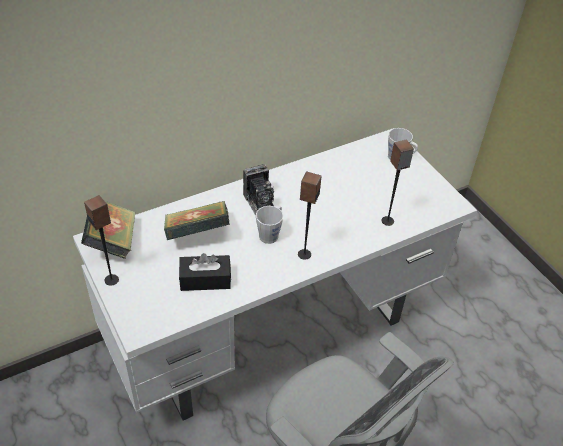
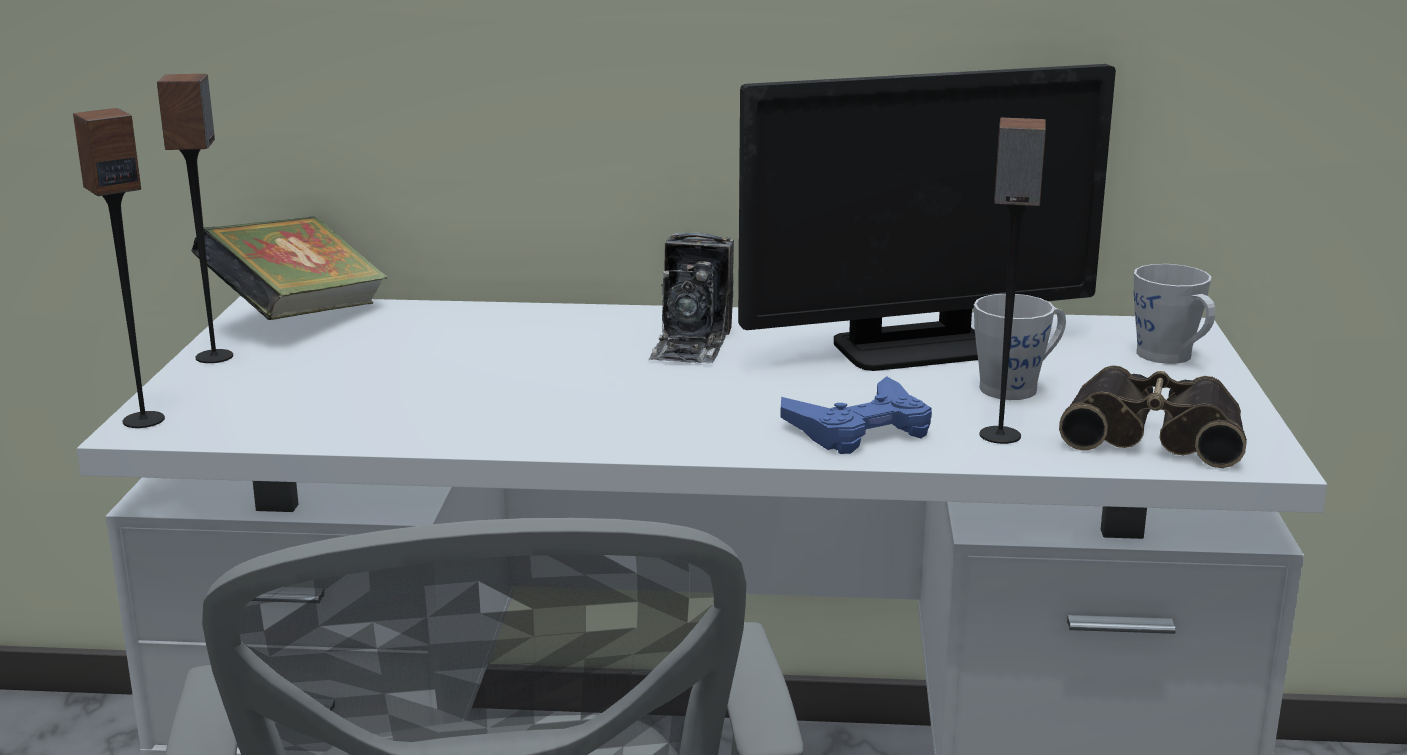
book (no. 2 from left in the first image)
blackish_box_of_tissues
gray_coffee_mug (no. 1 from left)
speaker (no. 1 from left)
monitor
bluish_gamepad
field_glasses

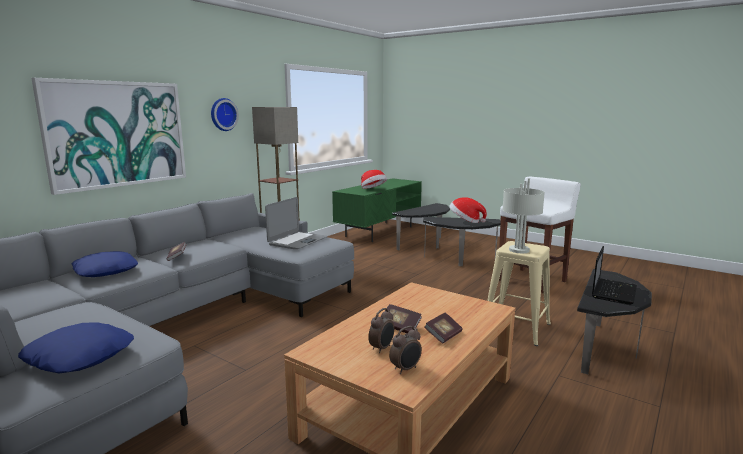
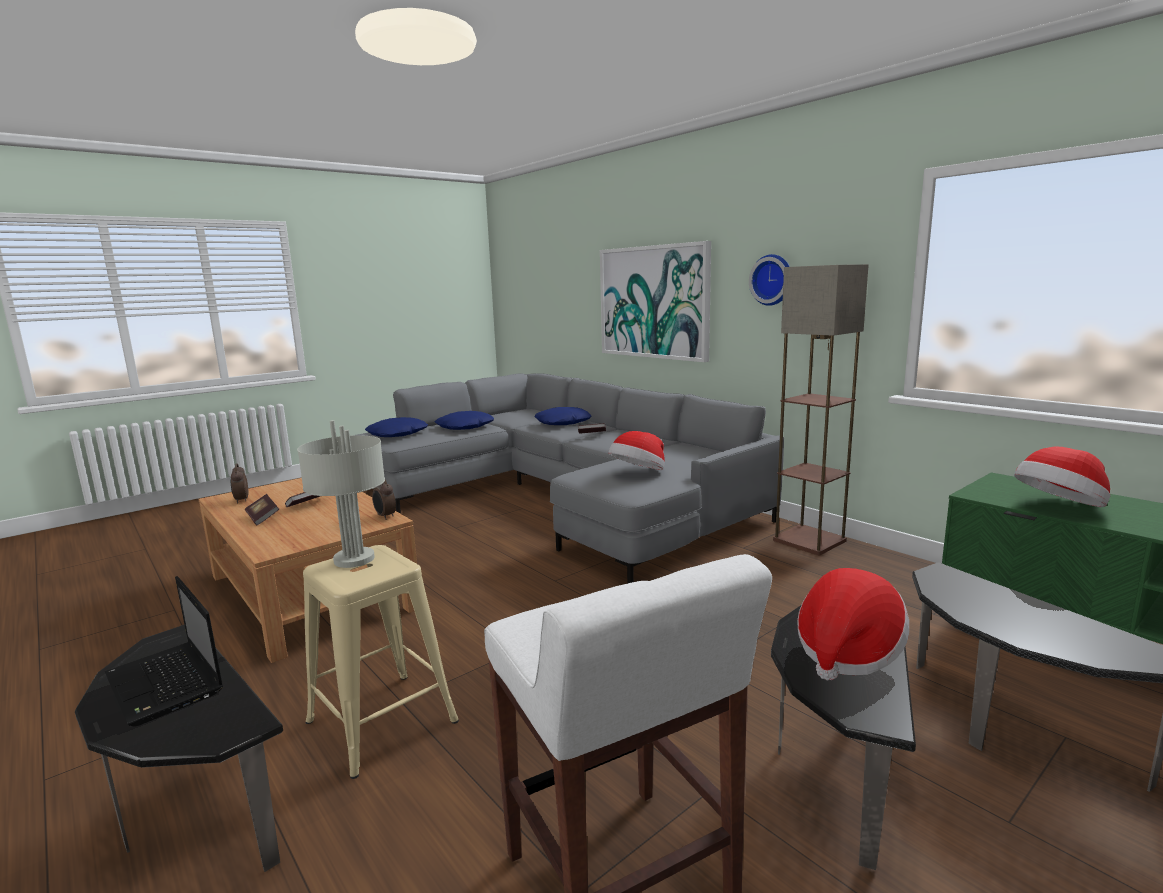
wearable_hat (no. 1 from left)
alarm_clock (no. 2 from left)
bluish_cushion (no. 2 from left)

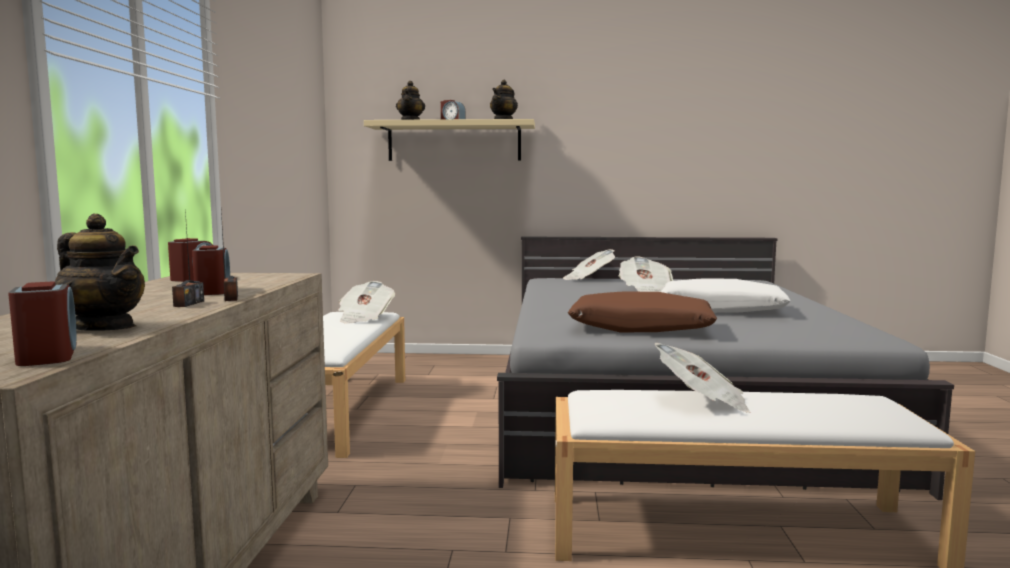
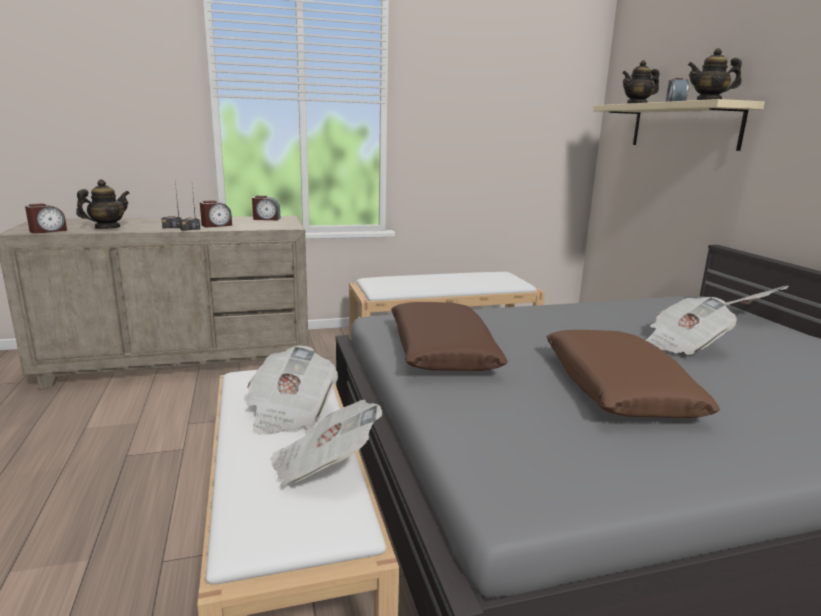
tea_pot (no. 1 from left)
daily_paper (no. 2 from left)
brown-coloured_cushion (no. 2 from left)

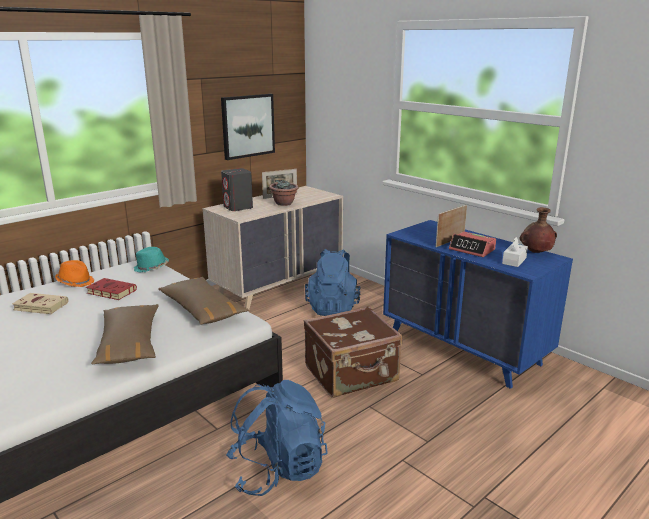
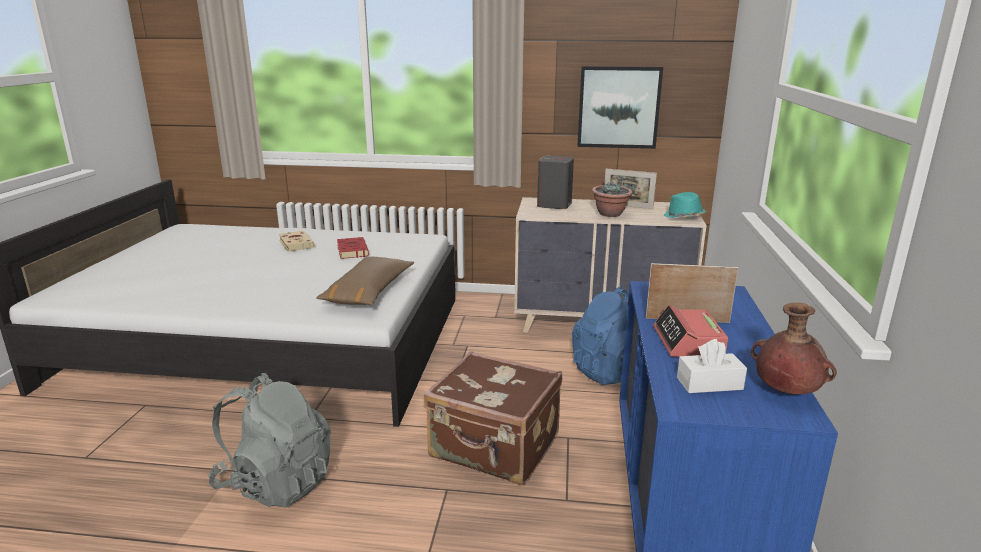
orange_wearable_hat
brown-coloured_cushion (no. 1 from left in the first image)
turquoise-coloured_wearable_hat
gray_rucksack

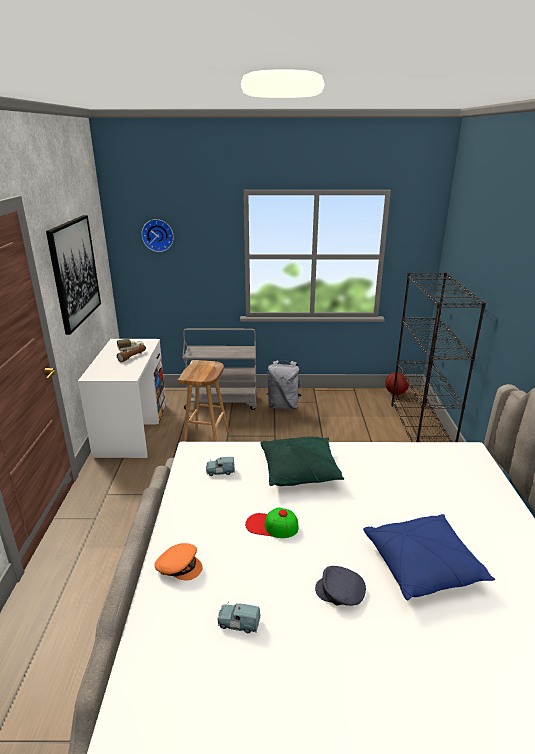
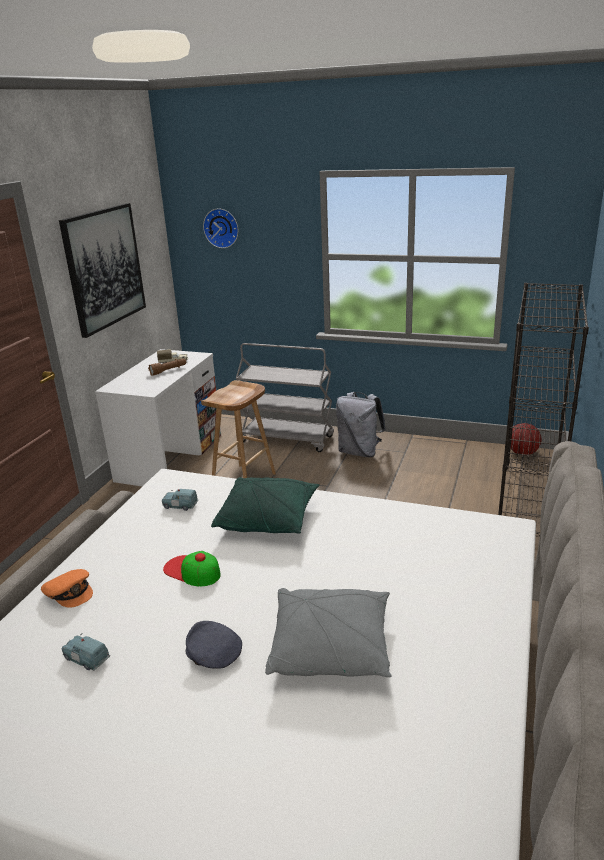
gray_cushion

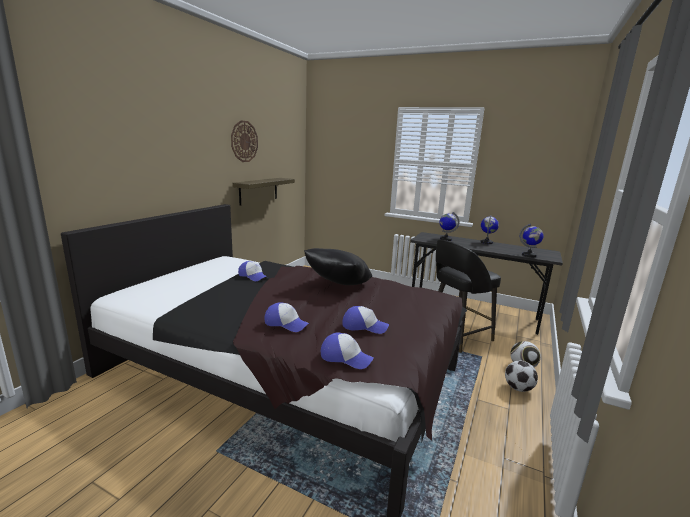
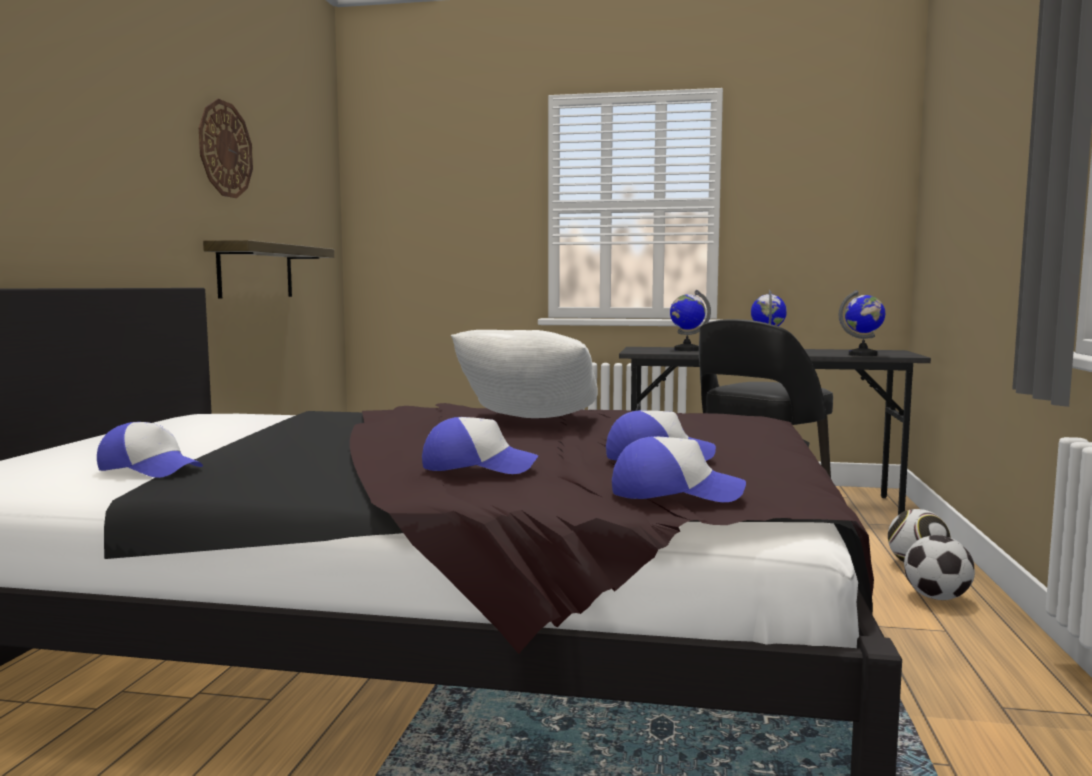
cap (no. 1 from left)
white_cushion

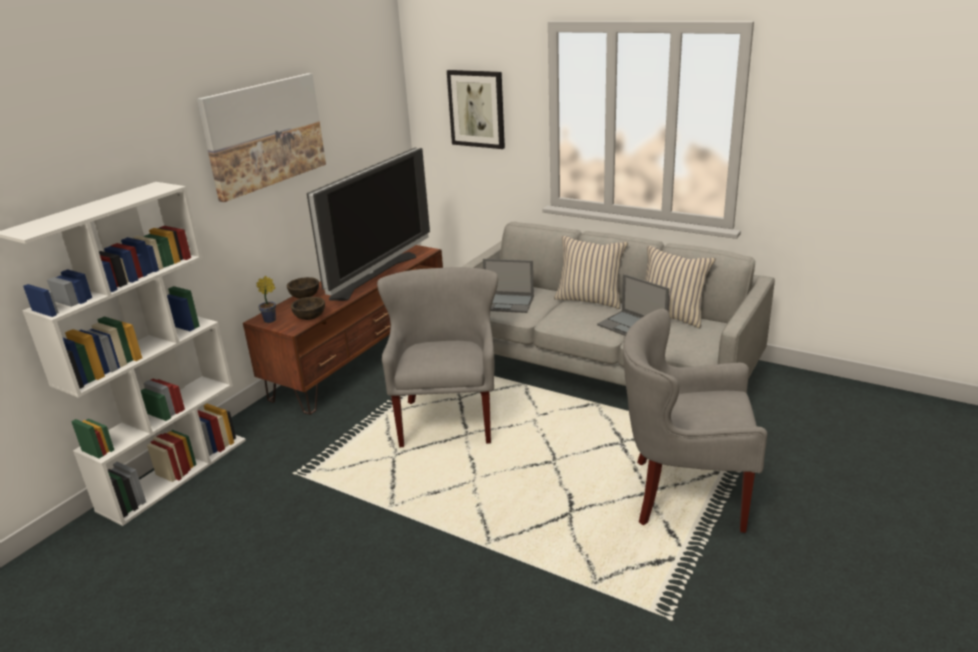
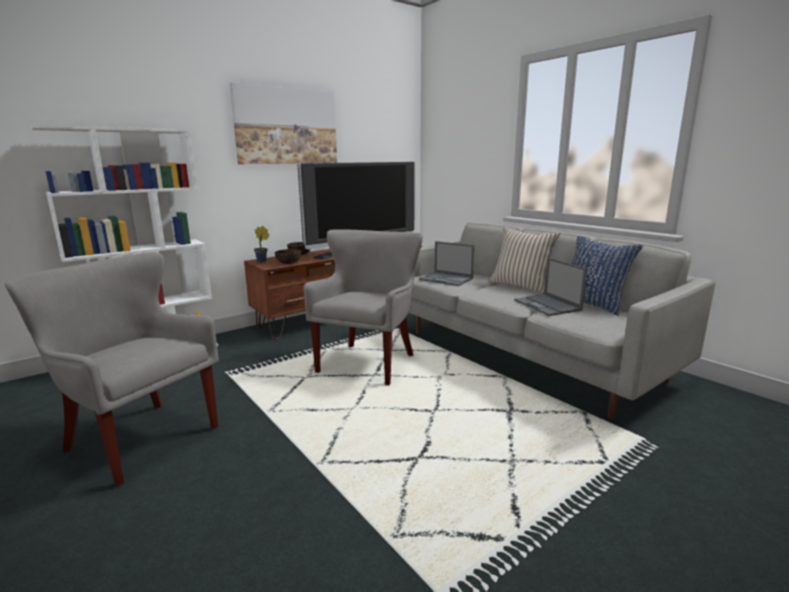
wall_art (no. 2 from left in the first image)
gray_lounge_chair (no. 1 from left)
bluish_cushion

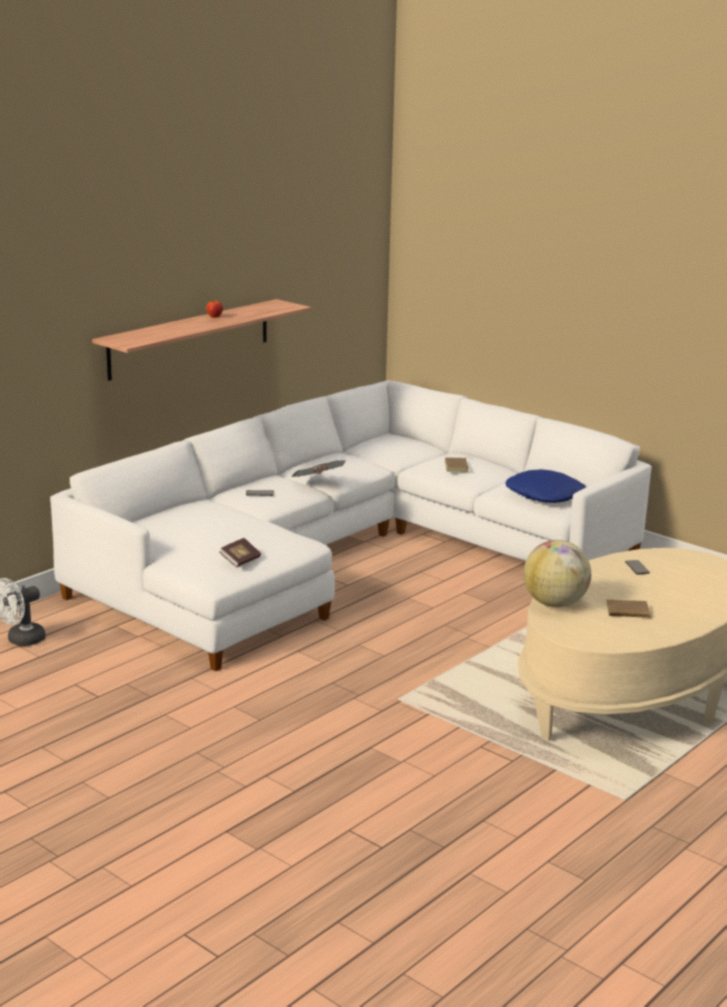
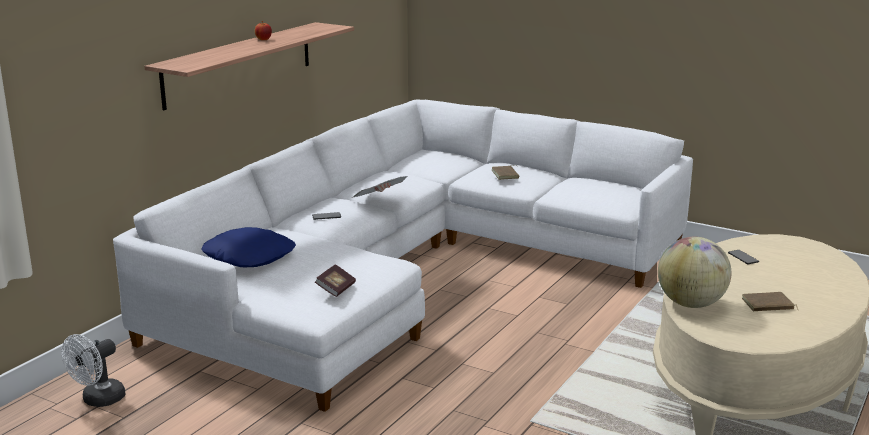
bluish_cushion

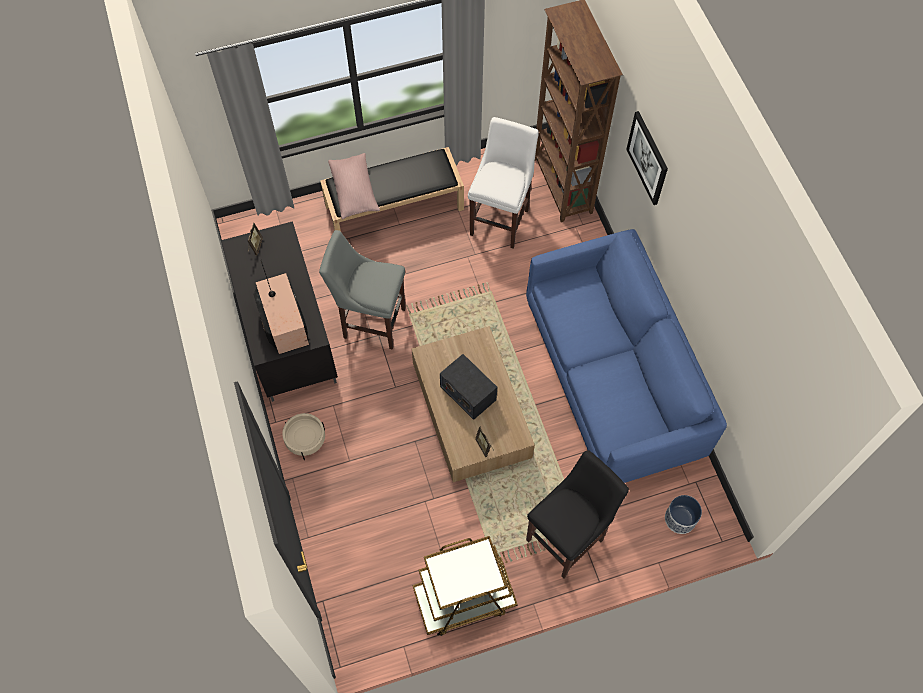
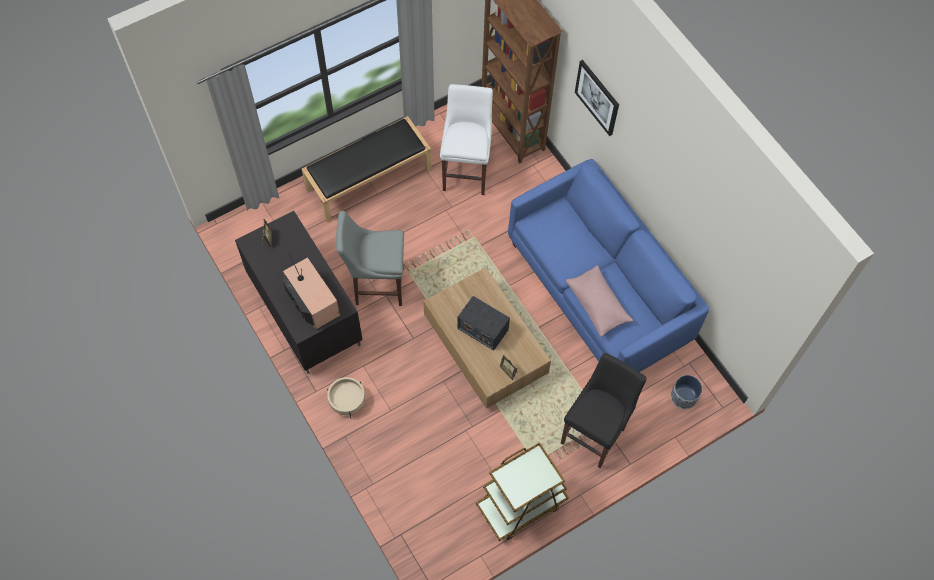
pink-coloured_cushion

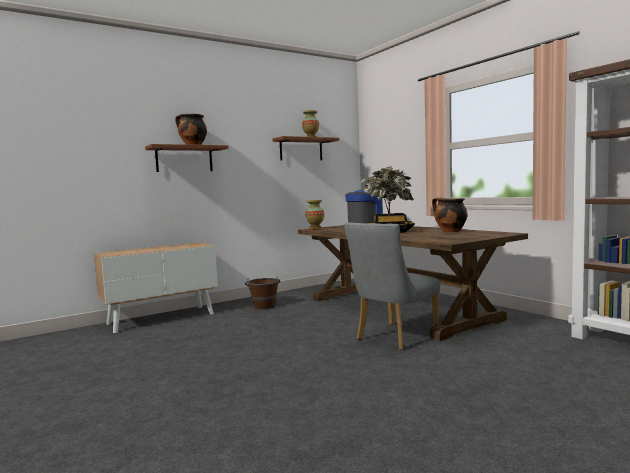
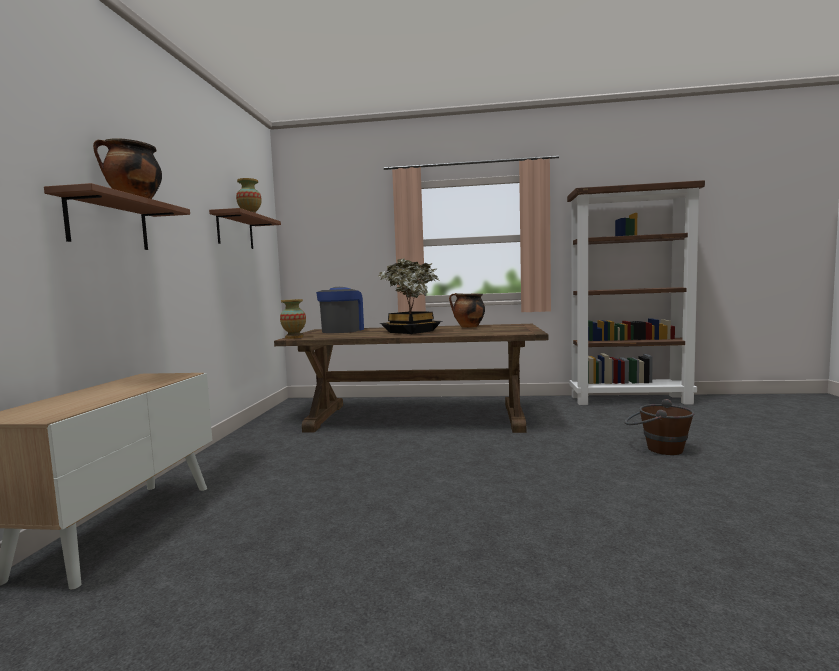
brown-coloured_pail
gray_upright_chair

